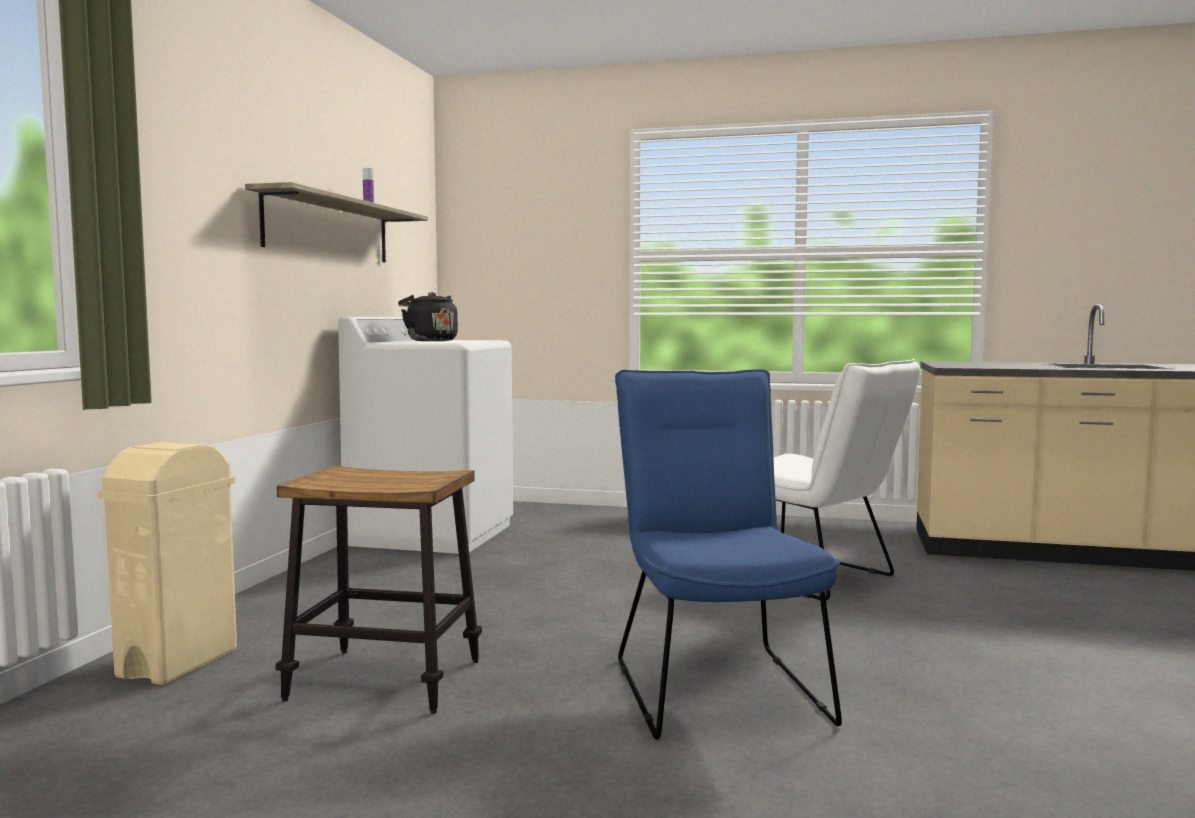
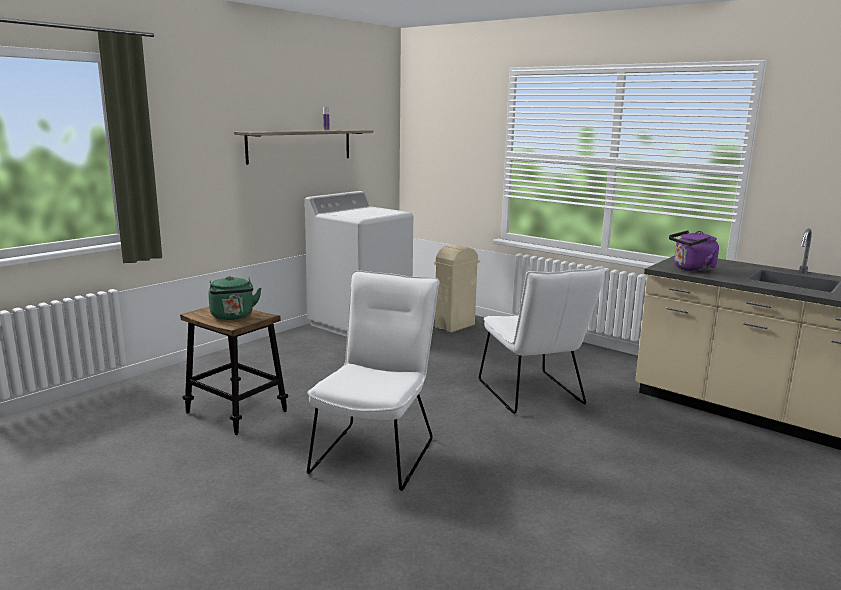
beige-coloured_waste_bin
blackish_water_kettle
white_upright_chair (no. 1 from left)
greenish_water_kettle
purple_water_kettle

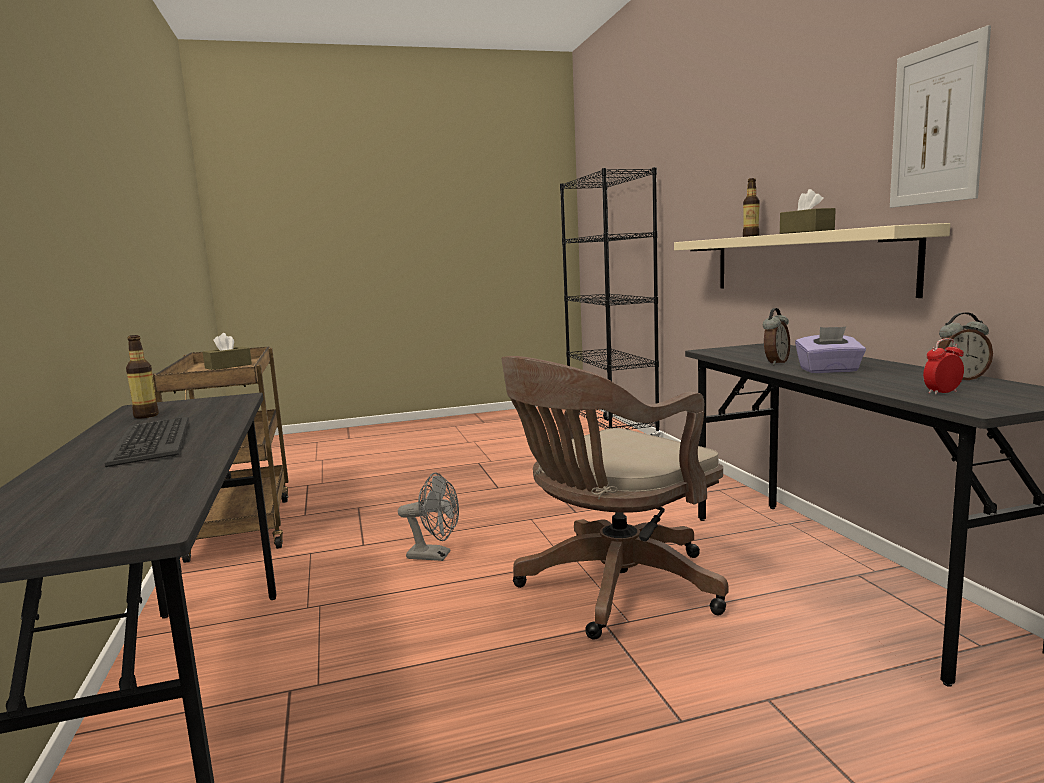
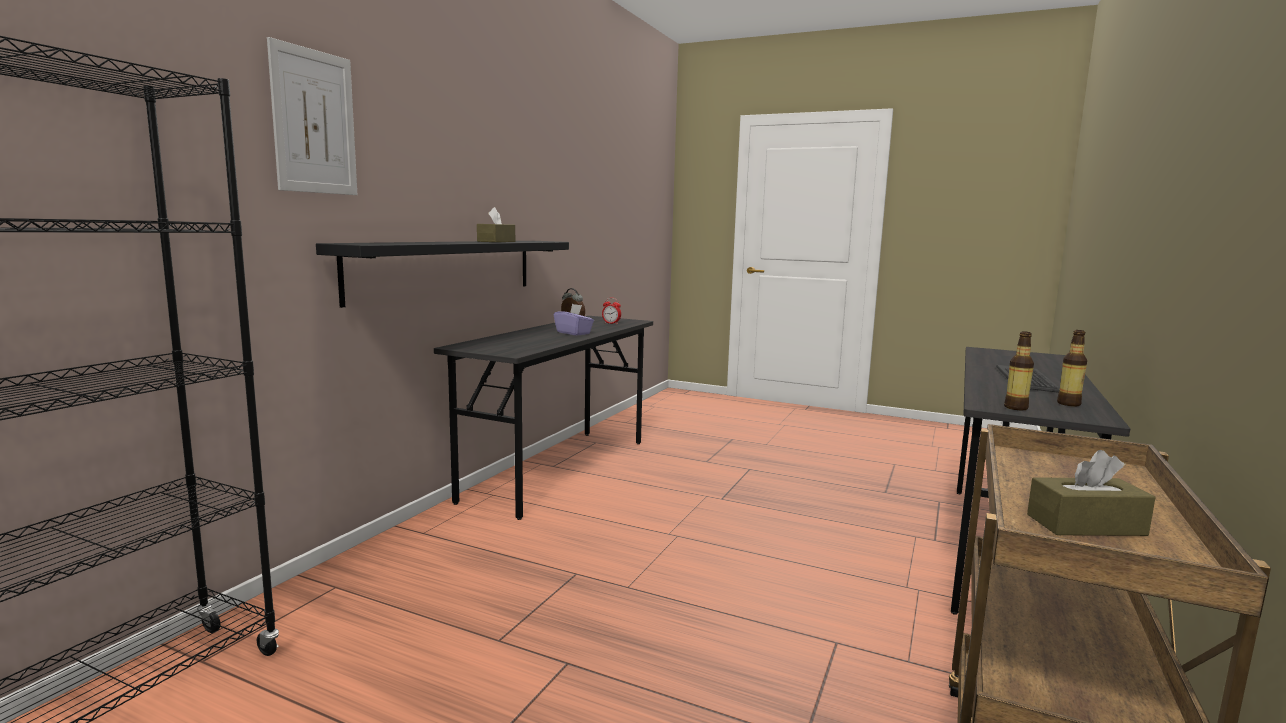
gray_electric_fan
brown-coloured_office_chair
blackish_bracket_shelf
bottle (no. 1 from left)
alarm_clock (no. 1 from left in the first image)
wall_art

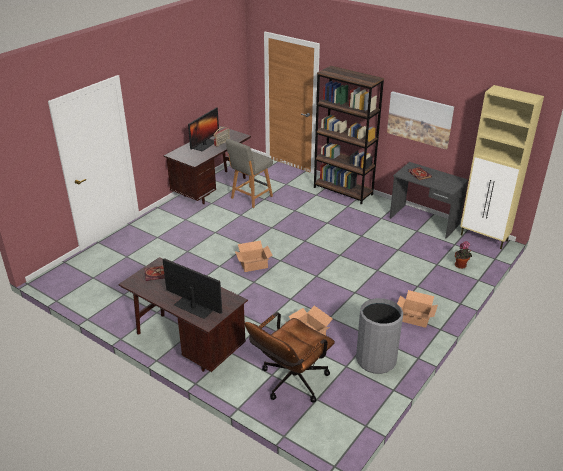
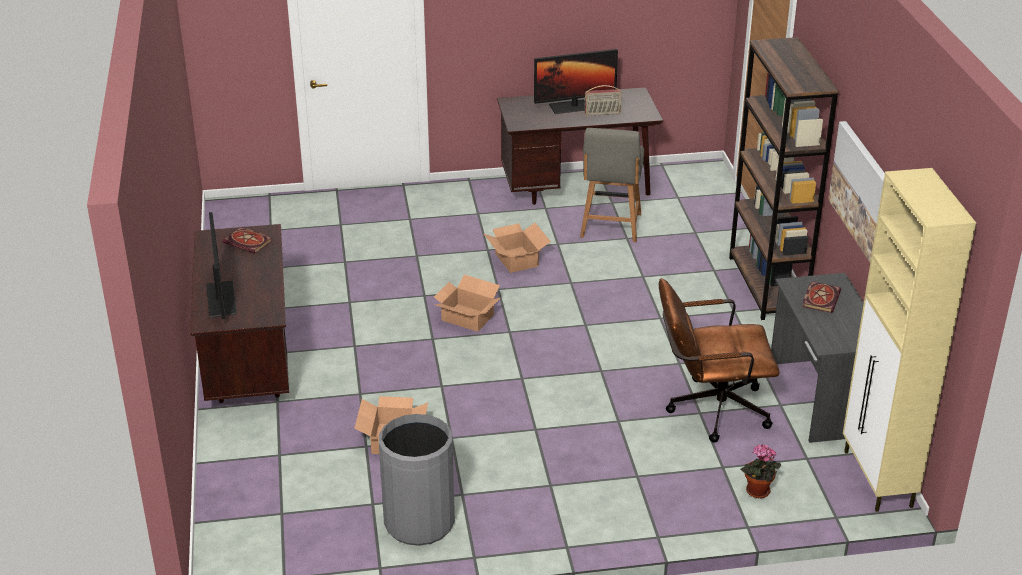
gray_upright_chair
brown-coloured_office_chair
carton (no. 3 from left)

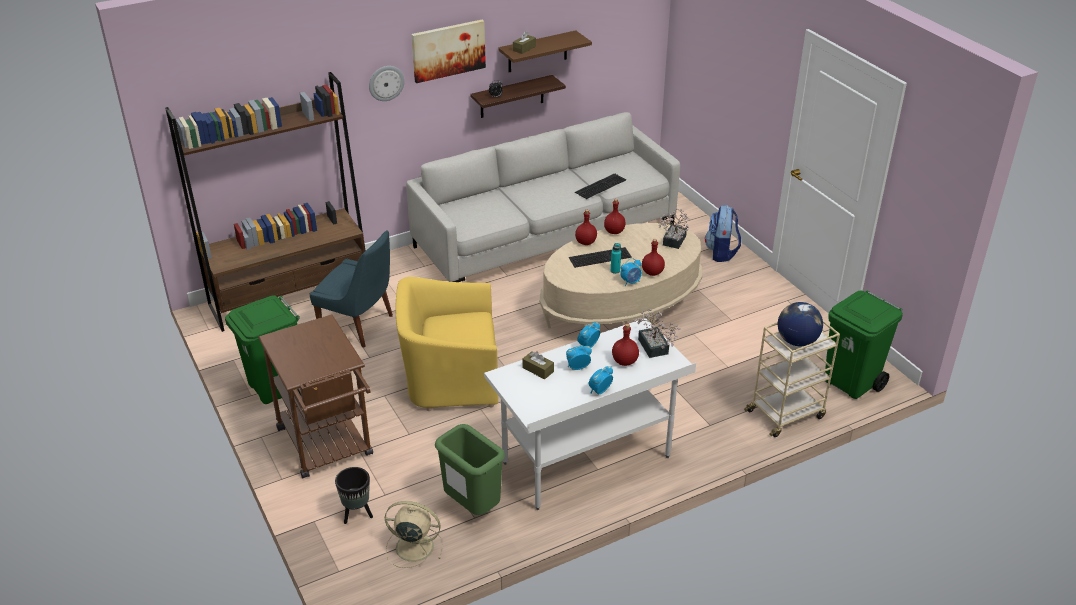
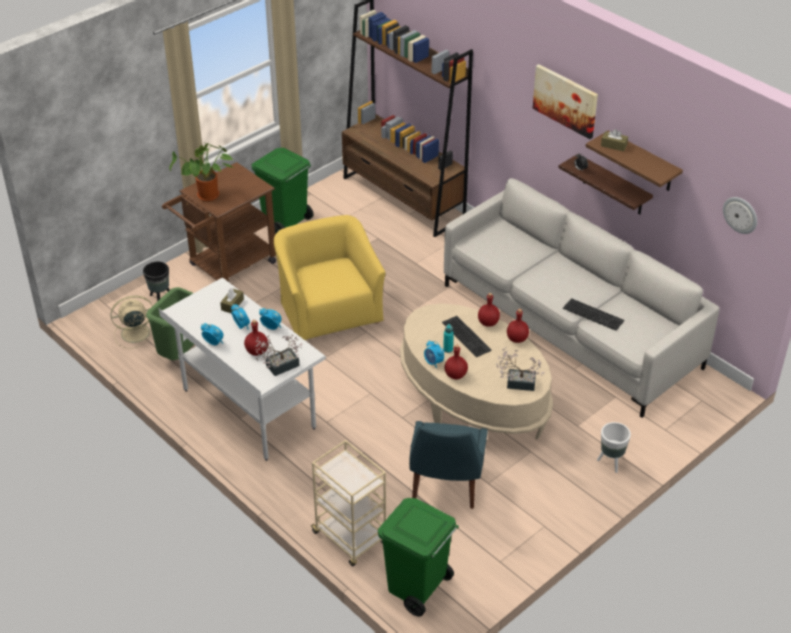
bluish_upright_chair
clock_on_the_wall
beige-coloured_electric_fan
white_planter
globe
houseplant (no. 1 from left)

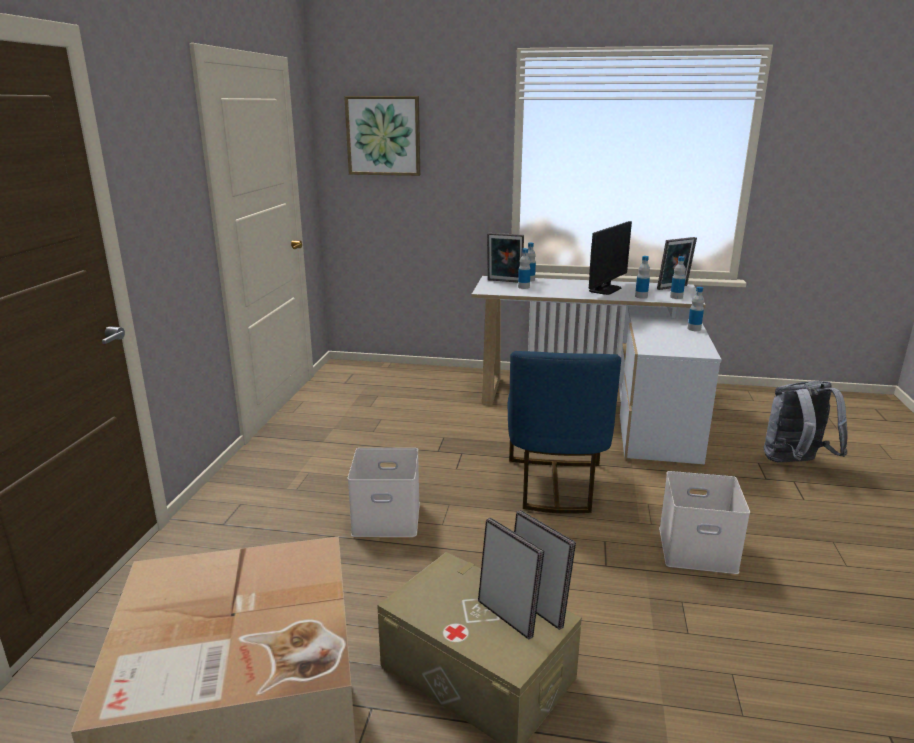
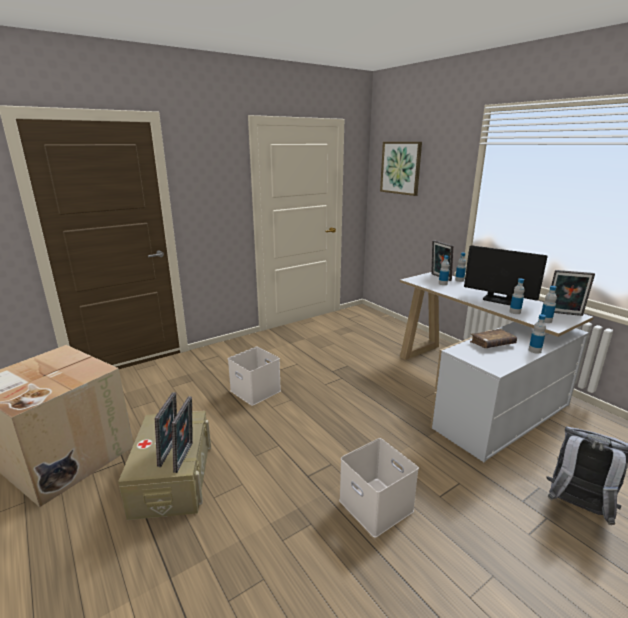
bluish_upright_chair
monitor
brown-coloured_book

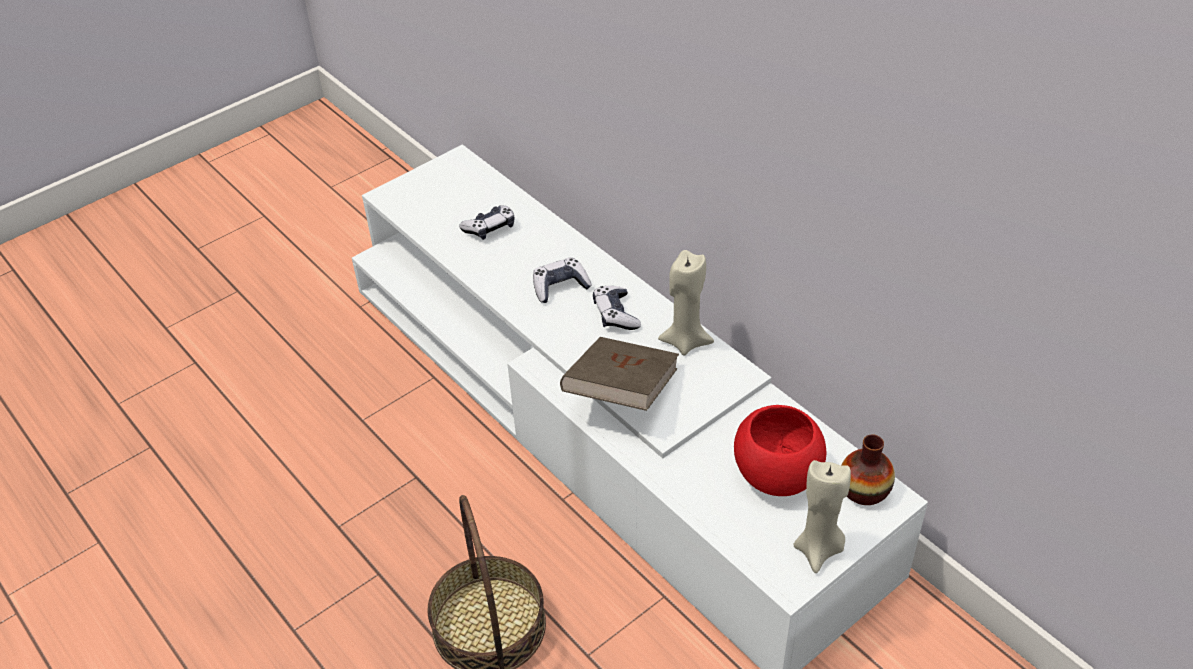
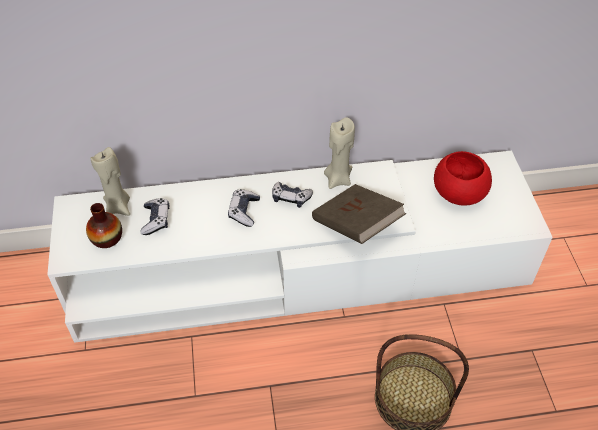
beige-coloured_wax_light (no. 1 from left)
vase

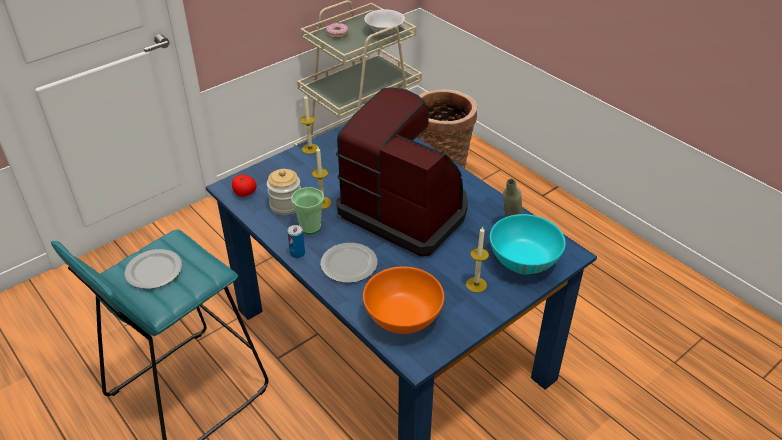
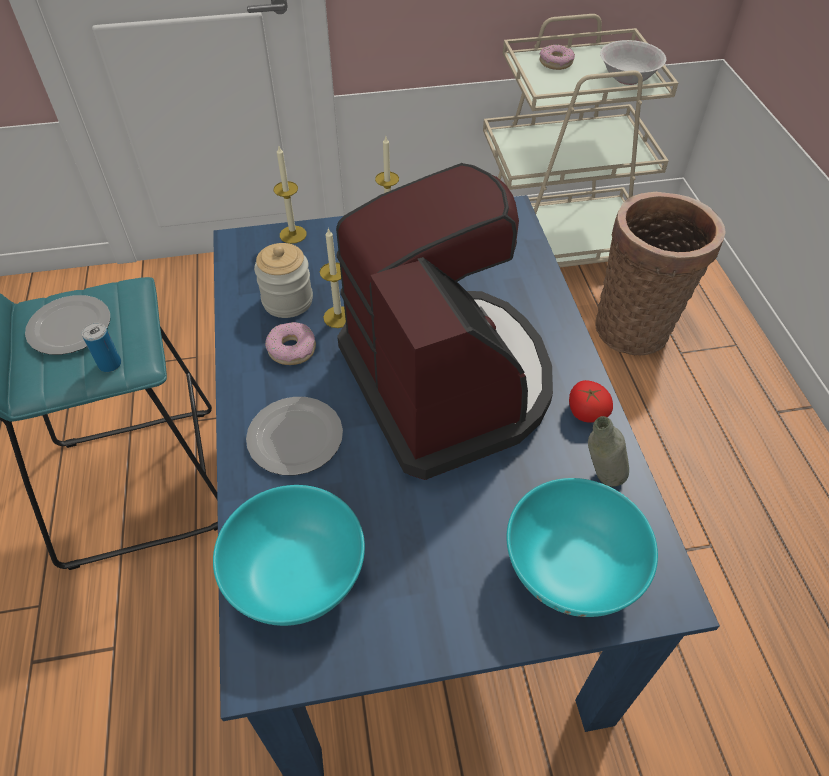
whole_tomato
can
ring_doughnut (no. 1 from left)
turquoise-coloured_deep_dish (no. 1 from left)
wax_light (no. 1 from left)

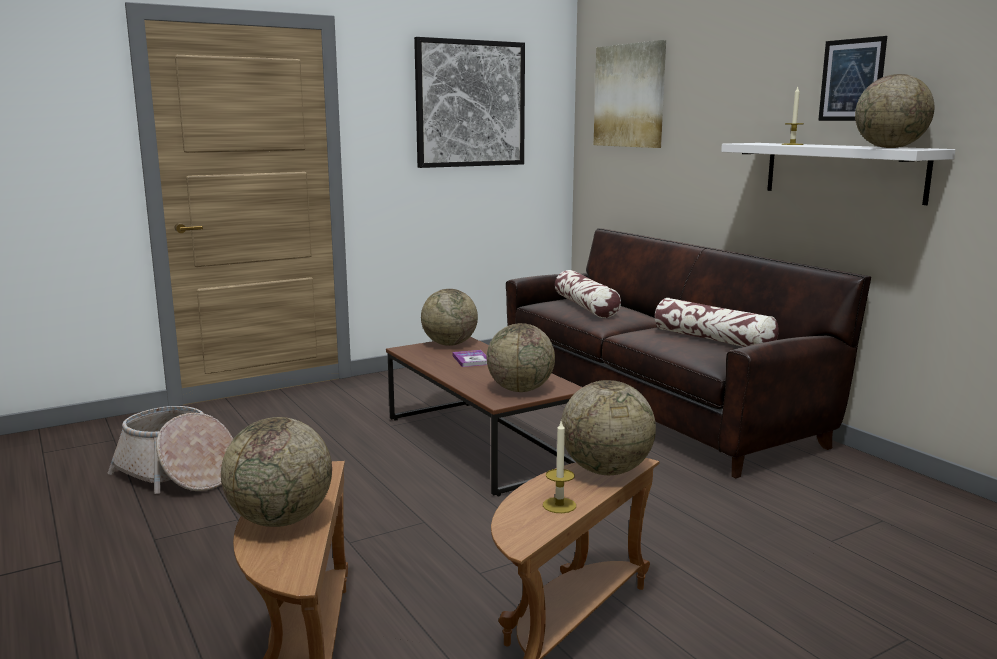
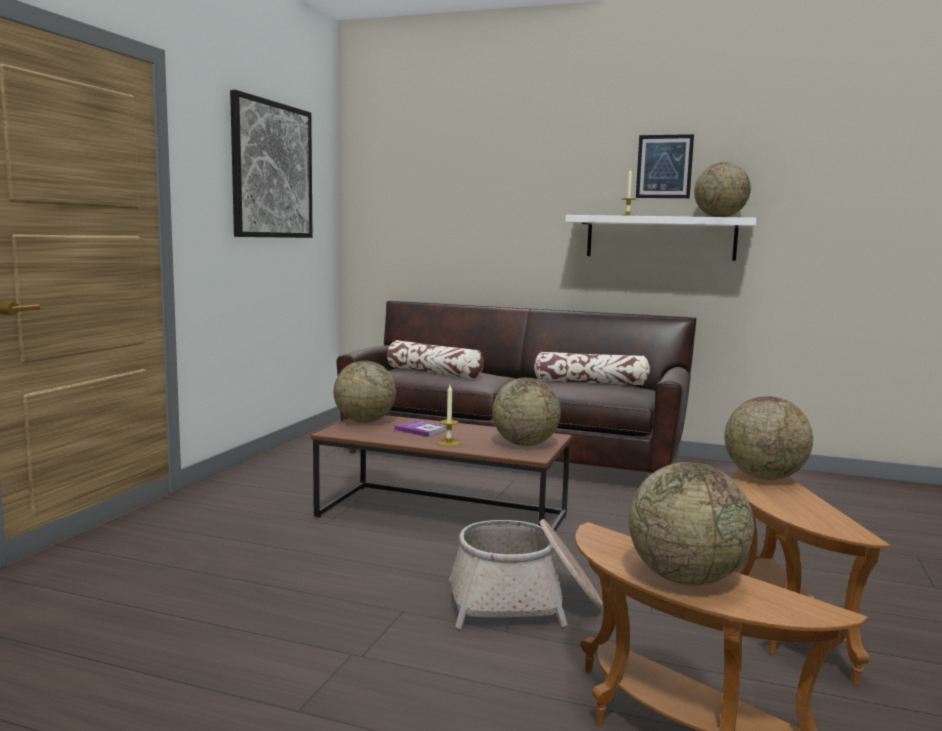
household_basket
wax_light (no. 1 from left)
wall_art (no. 2 from left in the first image)

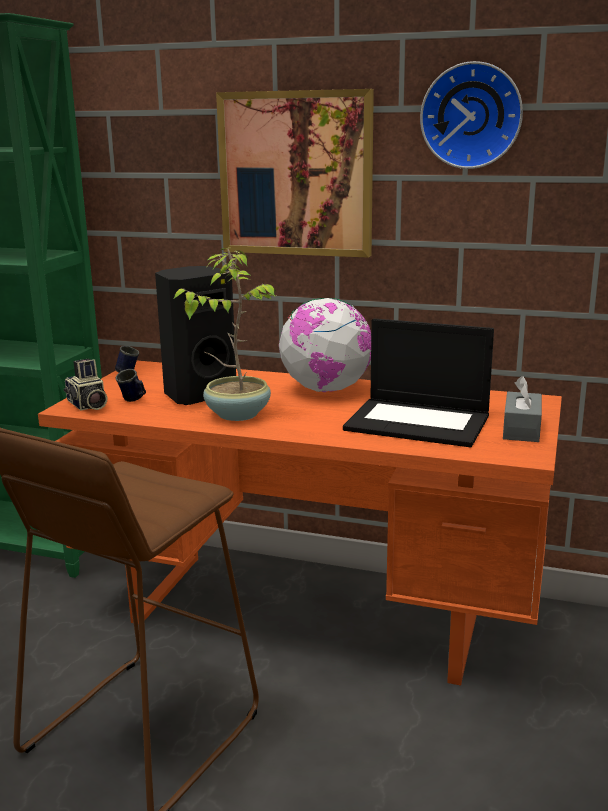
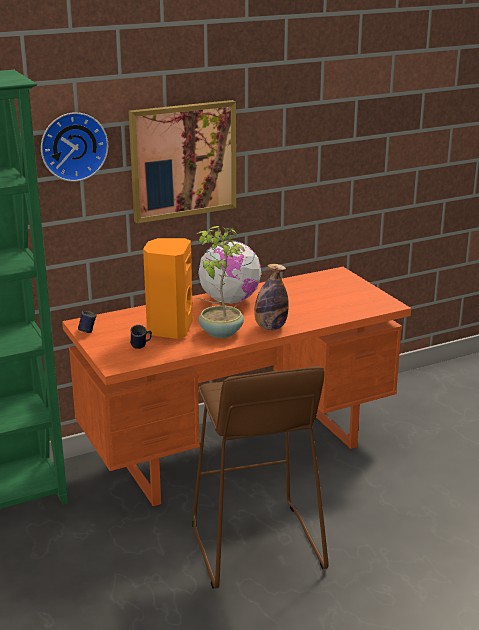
photo_camera
orange_speaker
laptop
clock_on_the_wall
gray_box_of_tissues
bottle

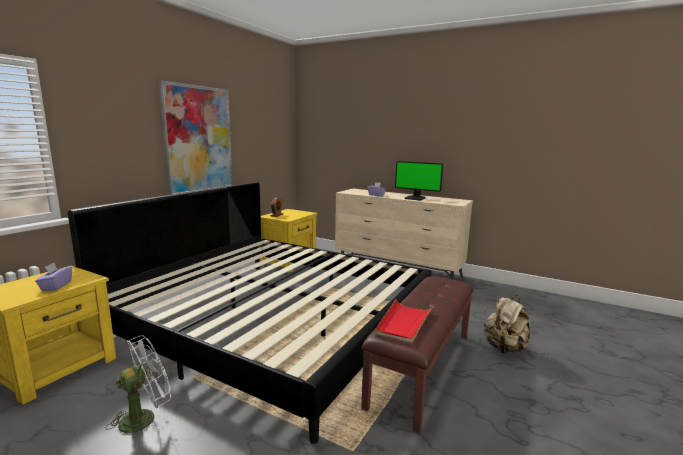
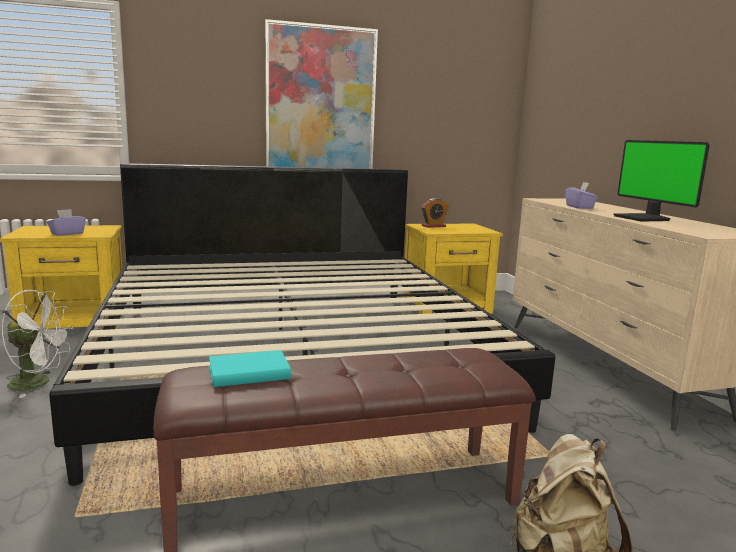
turquoise-coloured_book

